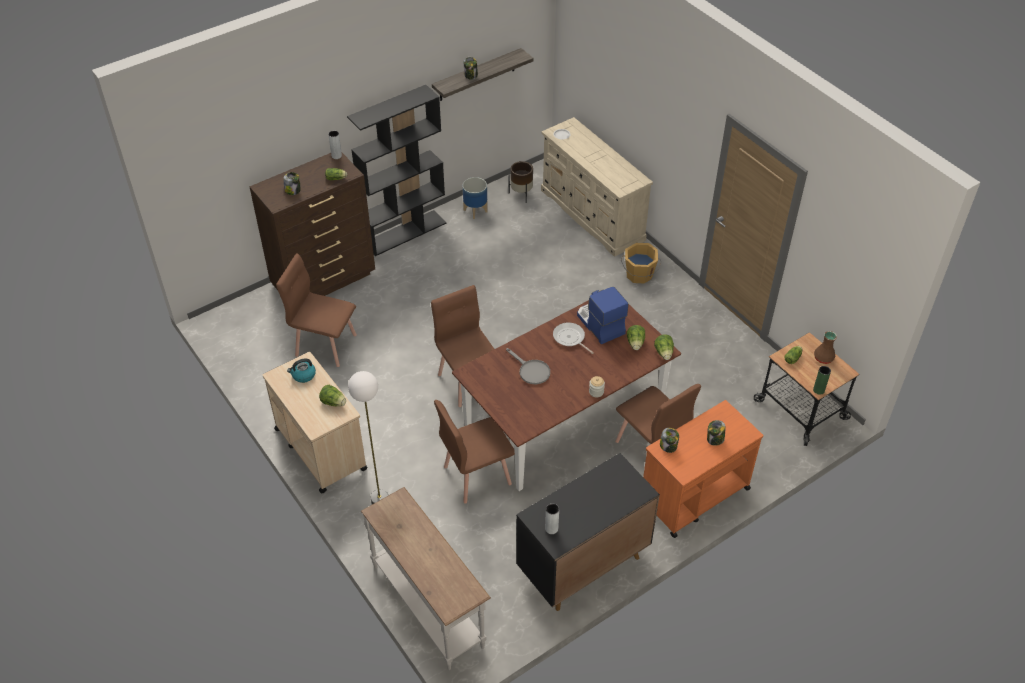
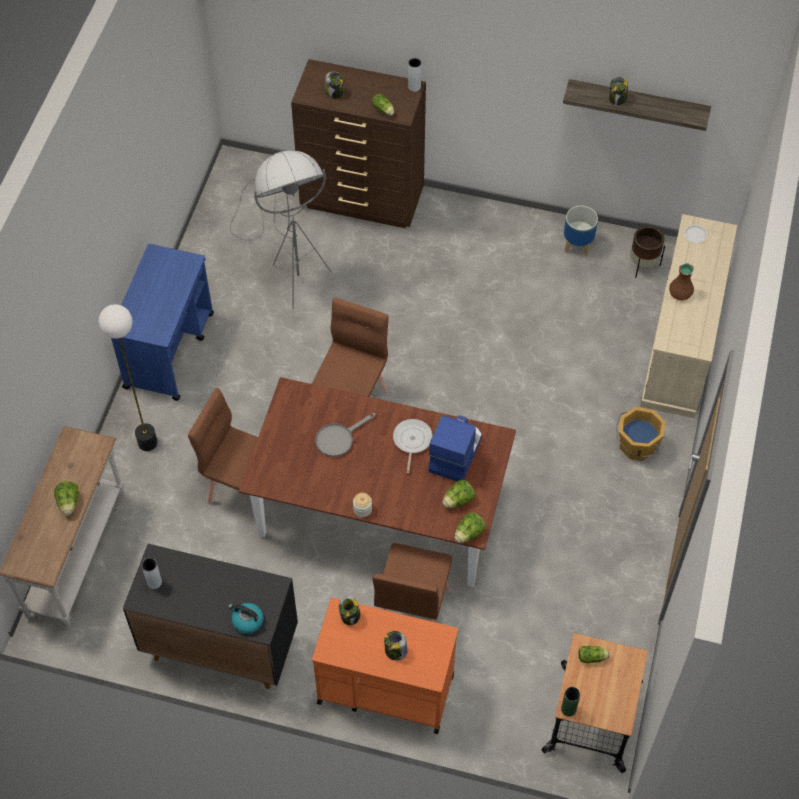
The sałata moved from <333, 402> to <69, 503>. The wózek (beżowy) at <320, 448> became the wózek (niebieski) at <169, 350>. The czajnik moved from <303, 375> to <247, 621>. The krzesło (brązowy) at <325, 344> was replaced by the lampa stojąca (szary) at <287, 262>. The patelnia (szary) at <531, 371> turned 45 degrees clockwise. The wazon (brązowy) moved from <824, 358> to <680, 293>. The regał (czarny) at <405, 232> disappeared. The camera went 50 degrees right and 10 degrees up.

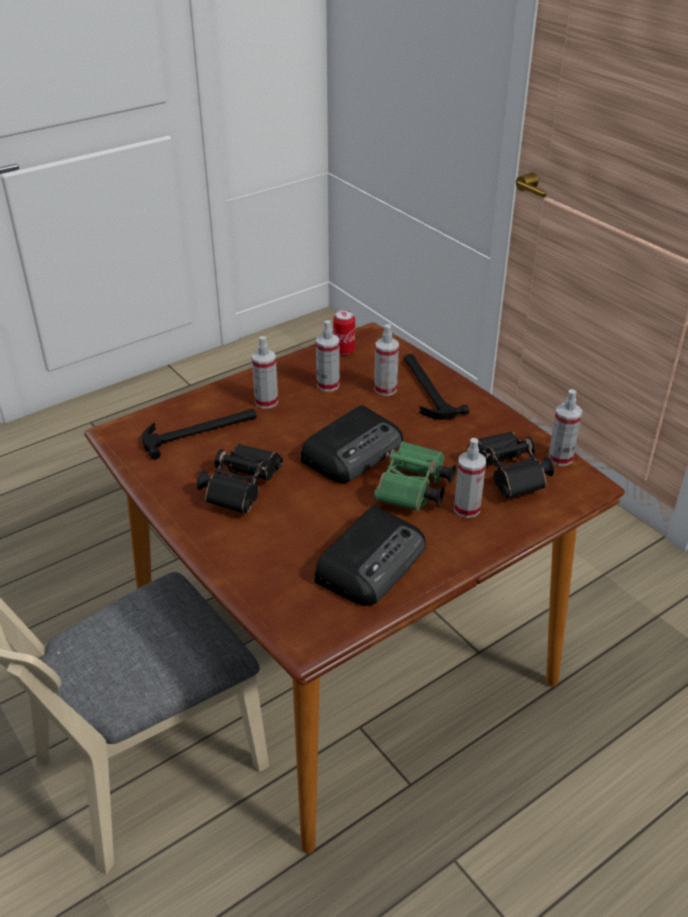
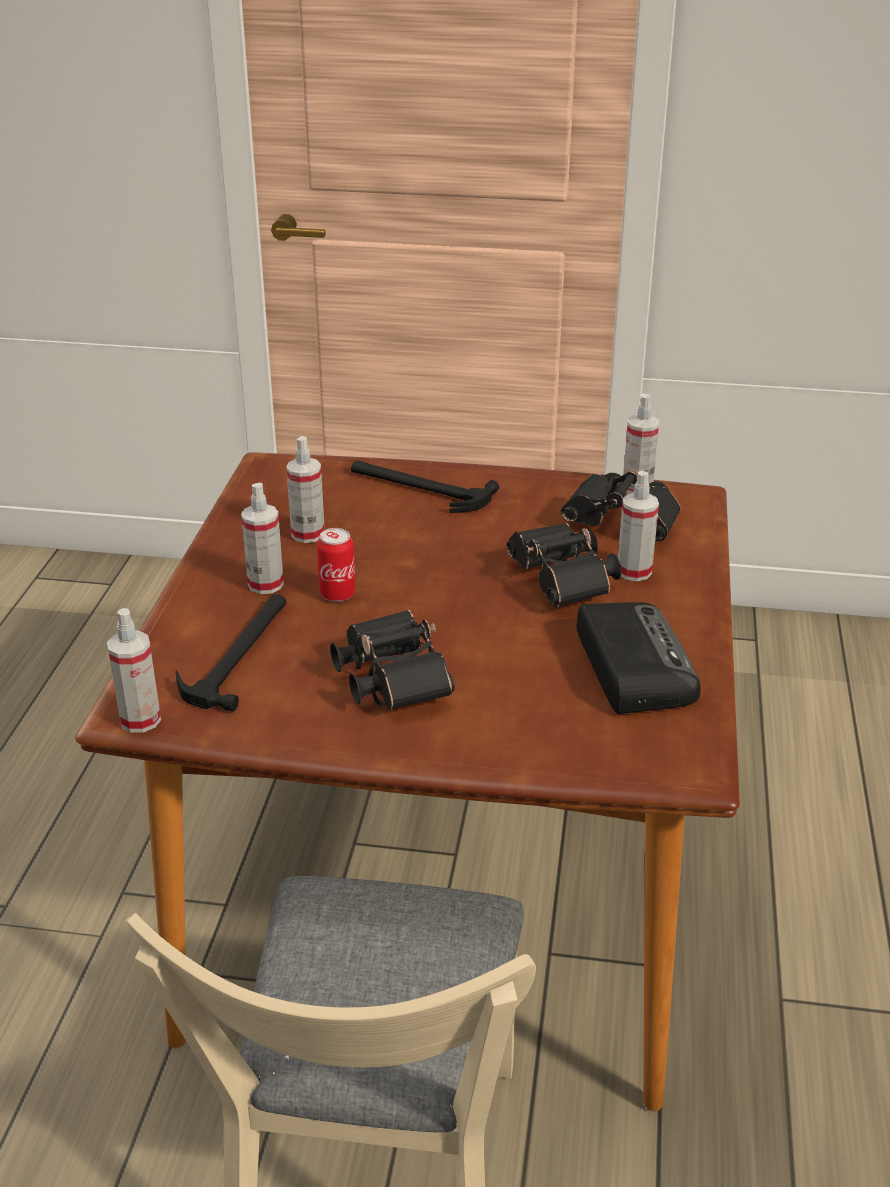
The spryskiwacz moved from <385, 389> to <140, 720>. The puszka moved from <344, 350> to <337, 594>. The lornetka (zielony) at <413, 491> became the lornetka (czarny) at <563, 584>. The radio at <354, 451> disappeared. The camera went 45 degrees left and 5 degrees down.

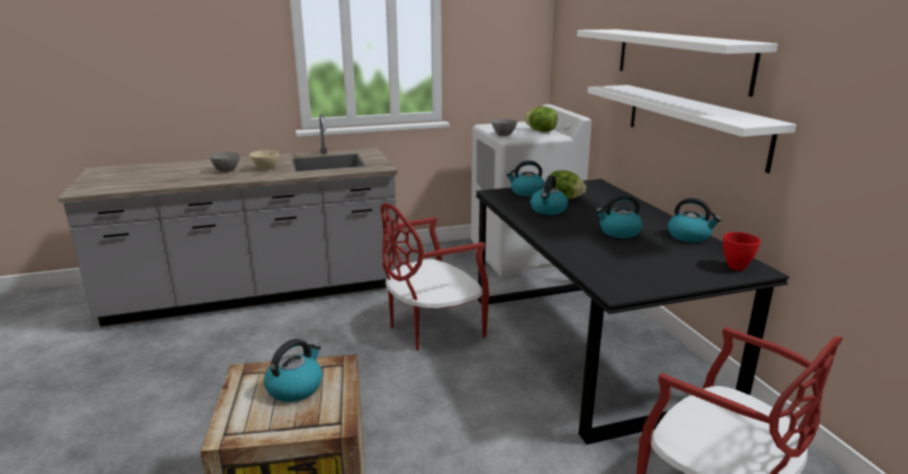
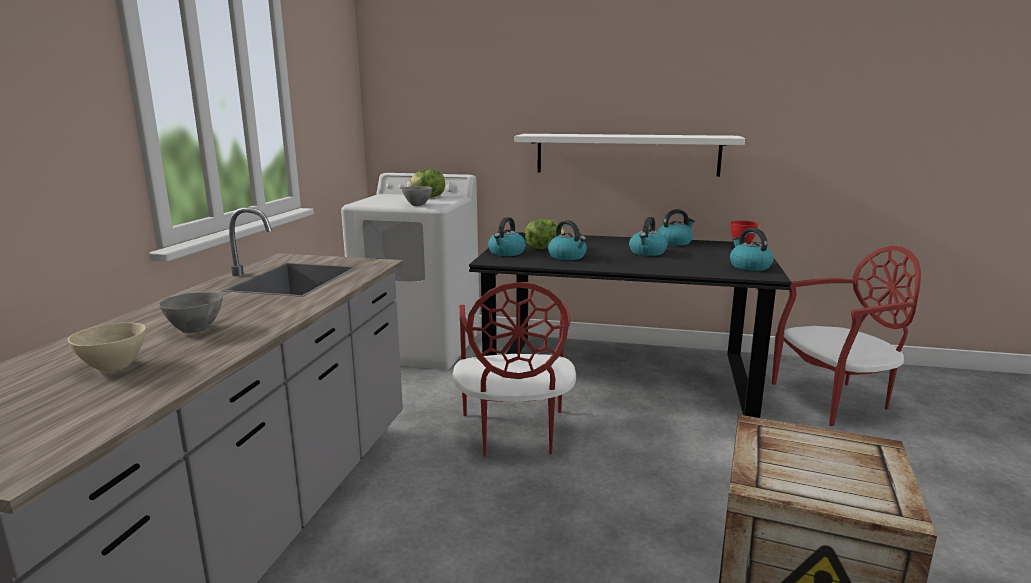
The miska (beżowy) moved from <265, 169> to <114, 367>. The czajnik moved from <295, 387> to <749, 266>. The półka (biały) at <680, 58> disappeared. The camera went 60 degrees left and 5 degrees down.

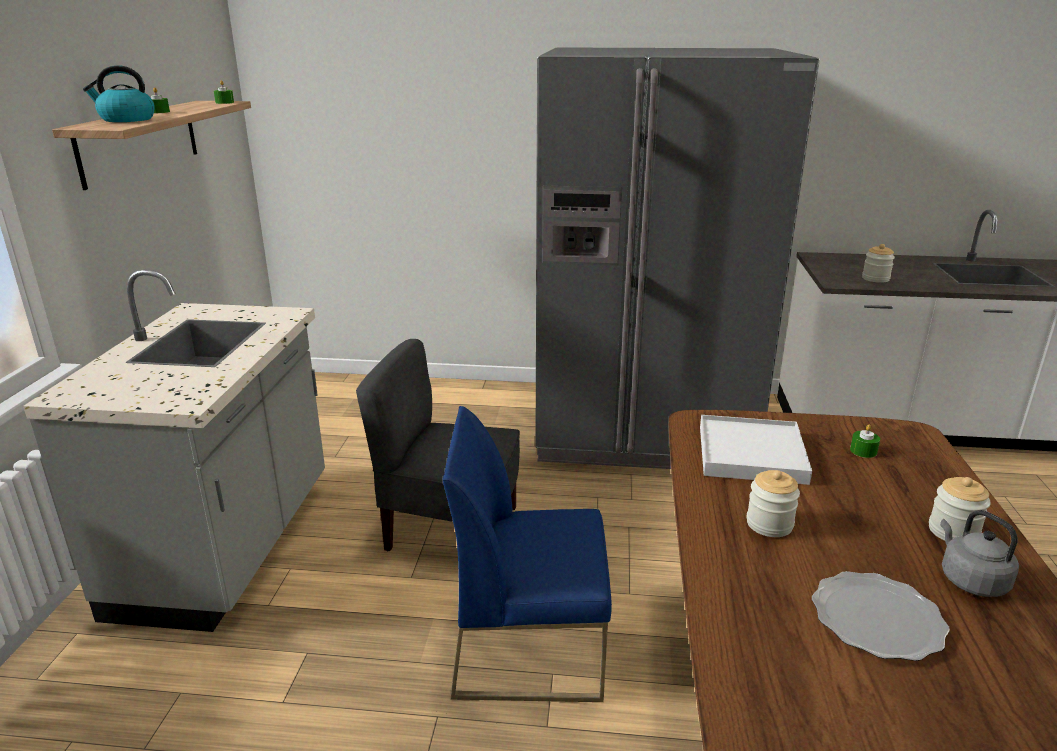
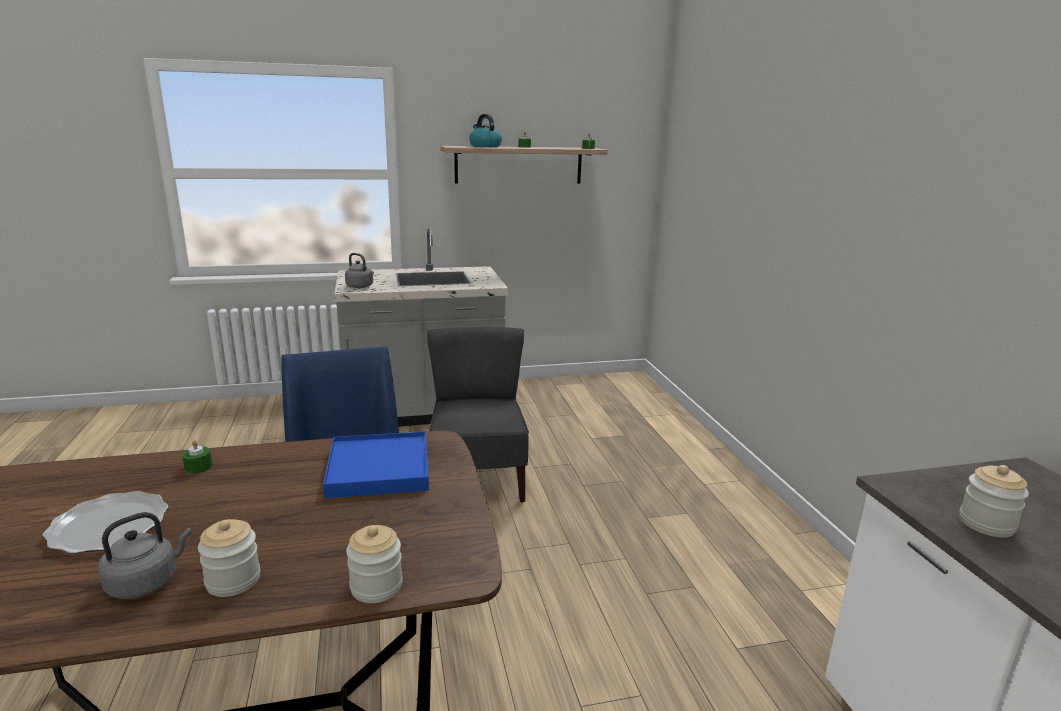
The świeca (zielony) moved from <863, 451> to <198, 467>. The taca (biały) at <751, 454> became the taca (niebieski) at <379, 469>. The czajnik (szary) at <361, 287> appeared. The słoik moved from <769, 524> to <376, 586>. The lodówka (szary) at <642, 427> disappeared. The camera went 70 degrees right and 5 degrees down.

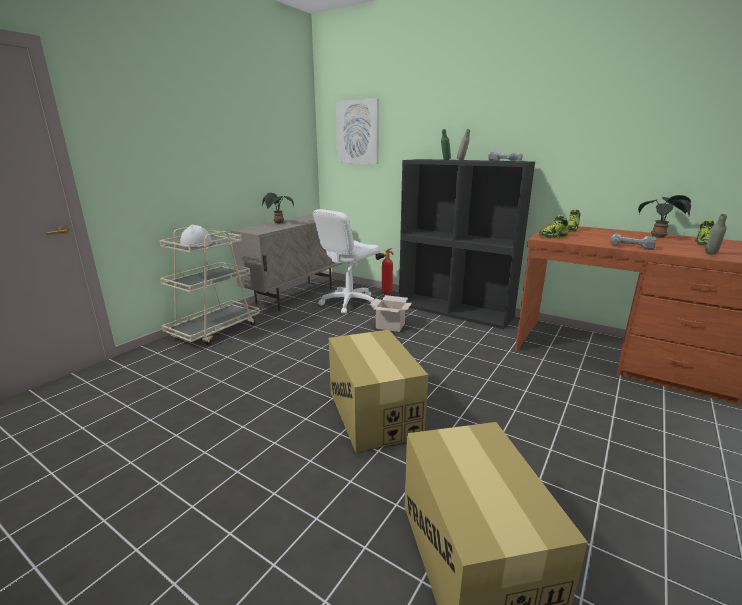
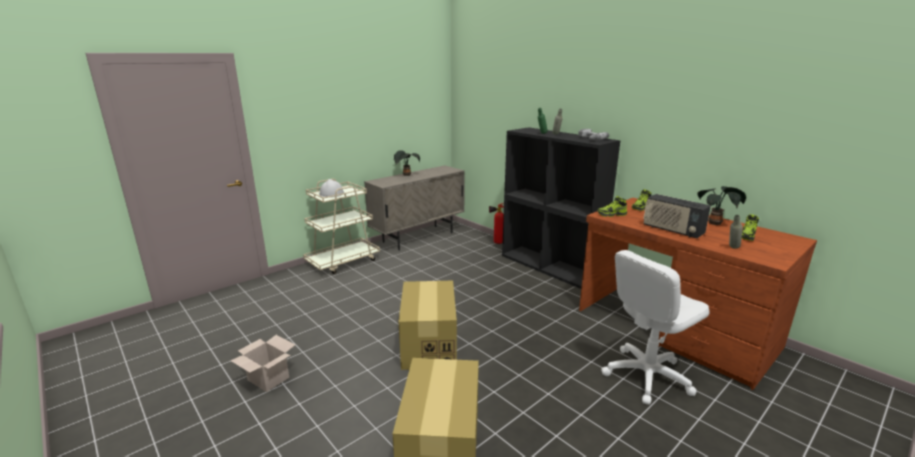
The karton moved from <389, 326> to <267, 378>. The krzesło biurowe (biały) moved from <349, 302> to <646, 375>. The wiertarka at <631, 245> was replaced by the radio at <672, 230>. The obraz at <358, 132> disappeared. The camera went 15 degrees right and 0 degrees up.

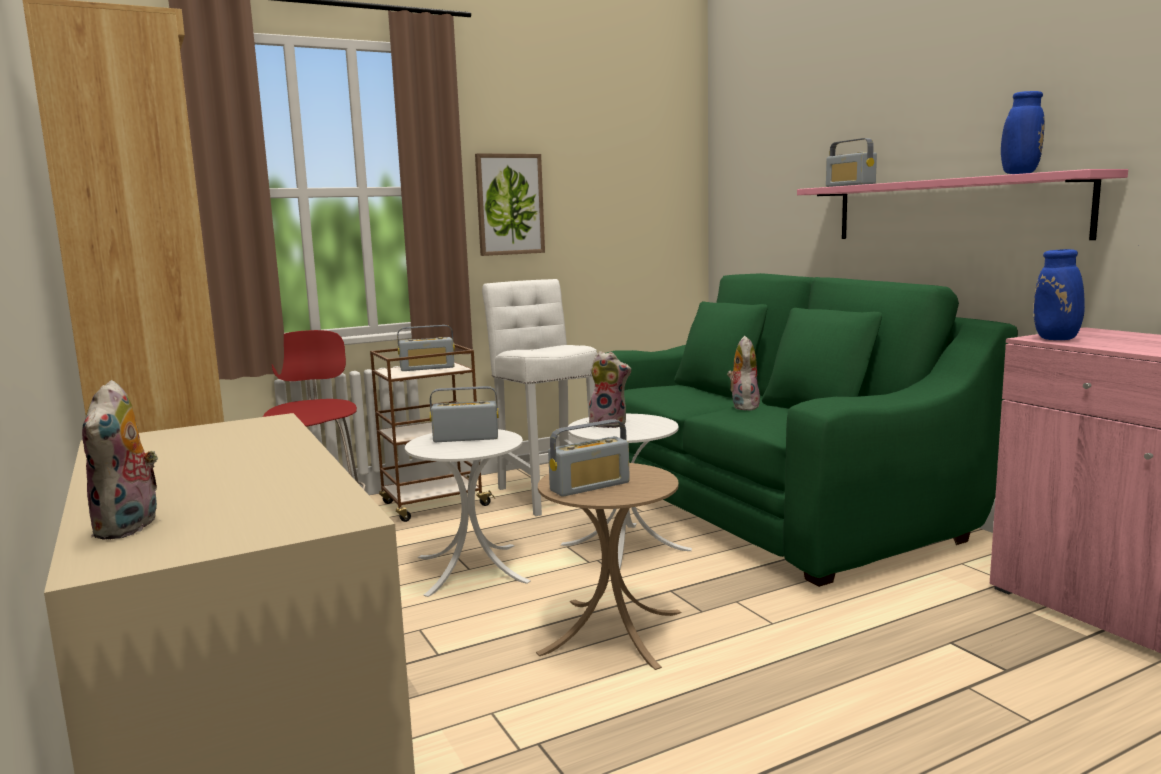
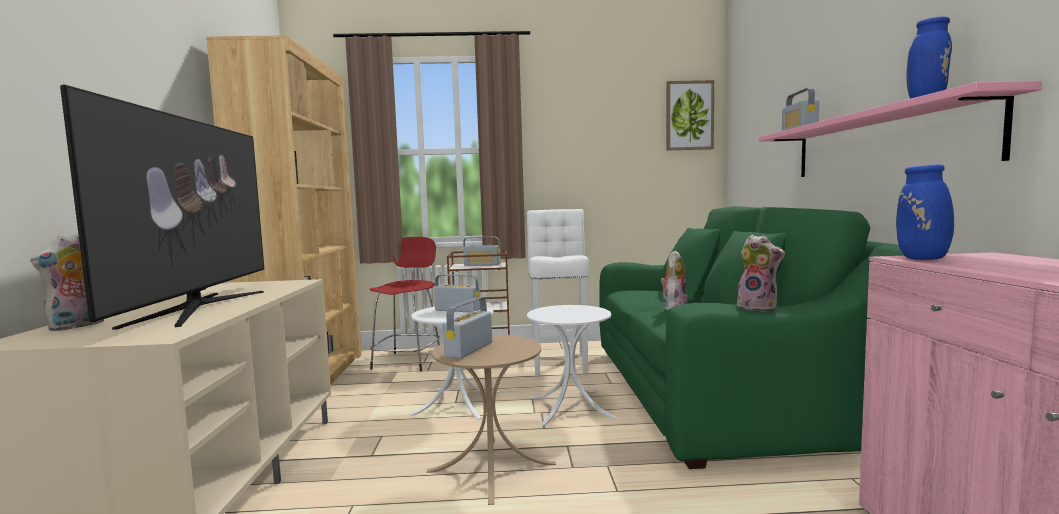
The telewizor at <198, 308> appeared. The radio at <590, 486> turned 120 degrees clockwise. The obraz moved from <509, 204> to <689, 115>. The pluszak moved from <609, 424> to <758, 308>. The camera went 25 degrees right and 5 degrees down.

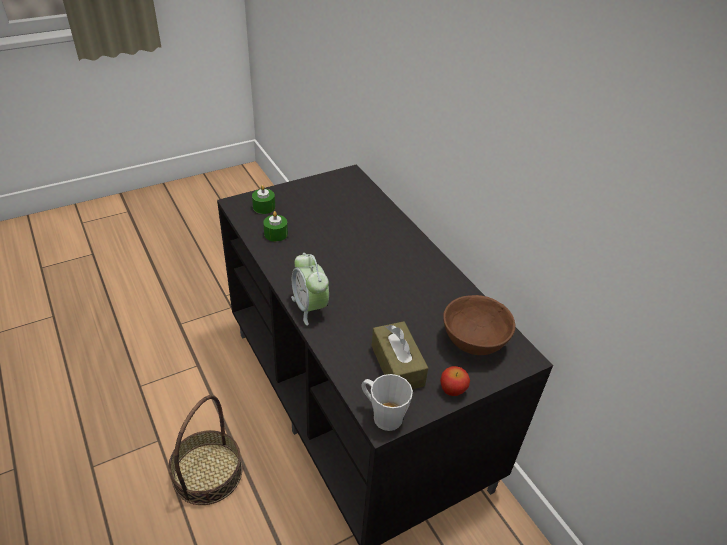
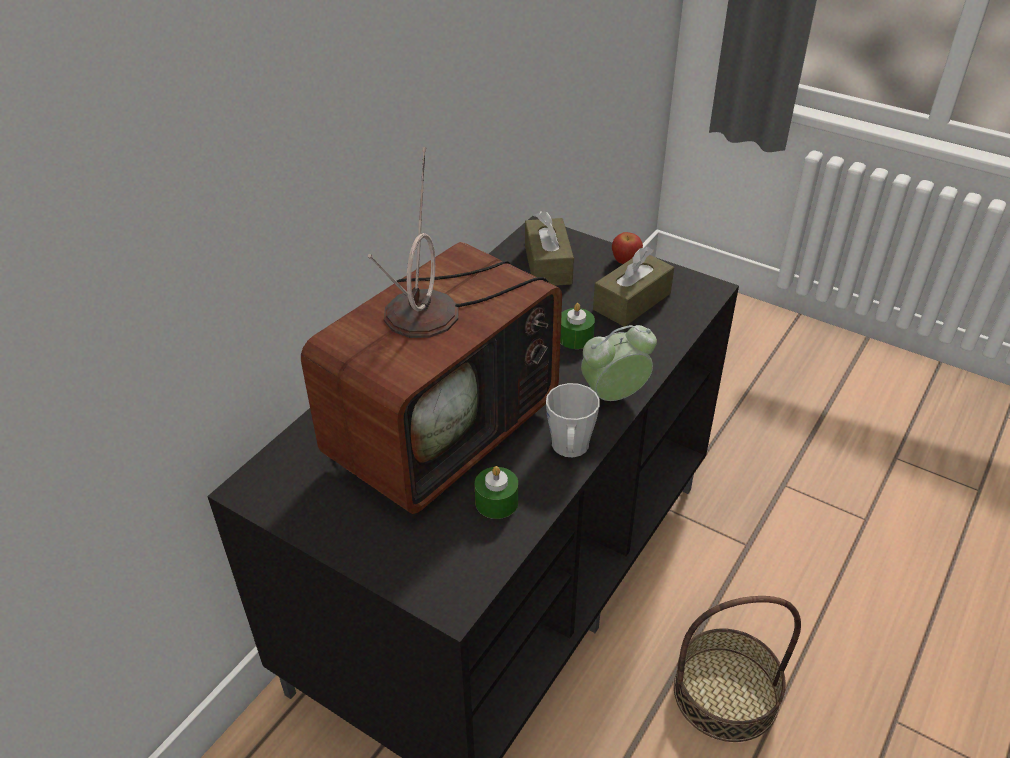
The telewizor at <443, 426> appeared. The miska (brązowy) at <472, 341> was replaced by the pudełko chusteczek (brązowy) at <548, 265>. The kubek (szary) moved from <382, 415> to <570, 449>. The świeca (zielony) moved from <264, 207> to <575, 337>. The budzik at <310, 307> turned 150 degrees counterclockwise. The camera went 115 degrees left and 0 degrees up.

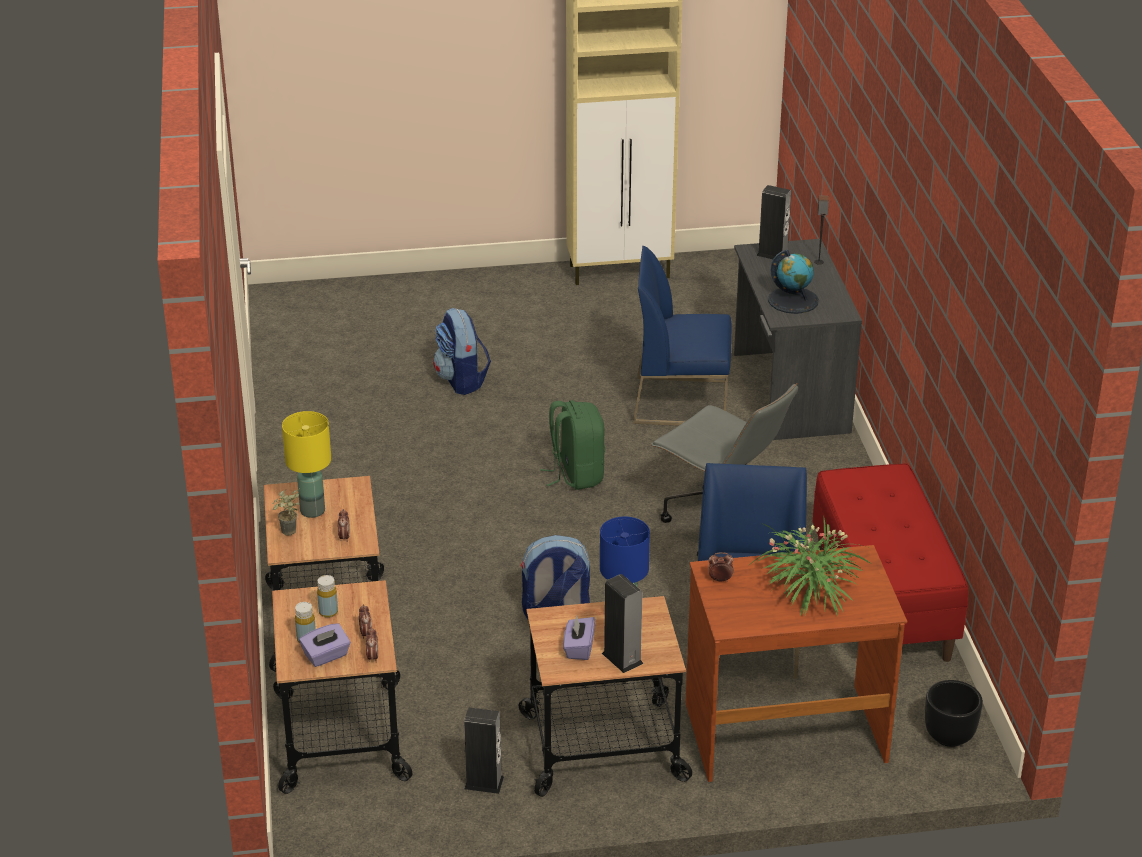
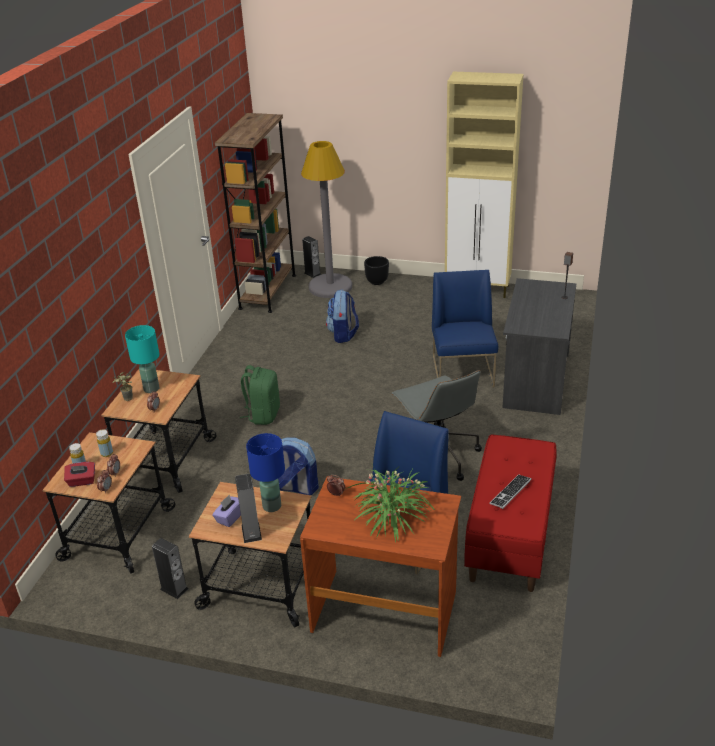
The pudełko chusteczek (fioletowy) at <326, 656> became the pudełko chusteczek (czerwony) at <82, 481>. The lampa stołowa (żółty) at <313, 511> became the lampa stołowa (turkusowy) at <151, 389>. The regał (brązowy) at <268, 291> appeared. The plecak (zielony) moved from <576, 475> to <263, 415>. The lampa stojąca (szary) at <330, 287> appeared. The głośnik moved from <772, 254> to <312, 274>. The donica (czarny) moved from <949, 735> to <377, 281>. The krzesło (niebieski) at <681, 401> turned 60 degrees clockwise. The klawiatura at <510, 492> appeared. The globus at <793, 300> disappeared. The camera went 25 degrees right and 0 degrees up.

